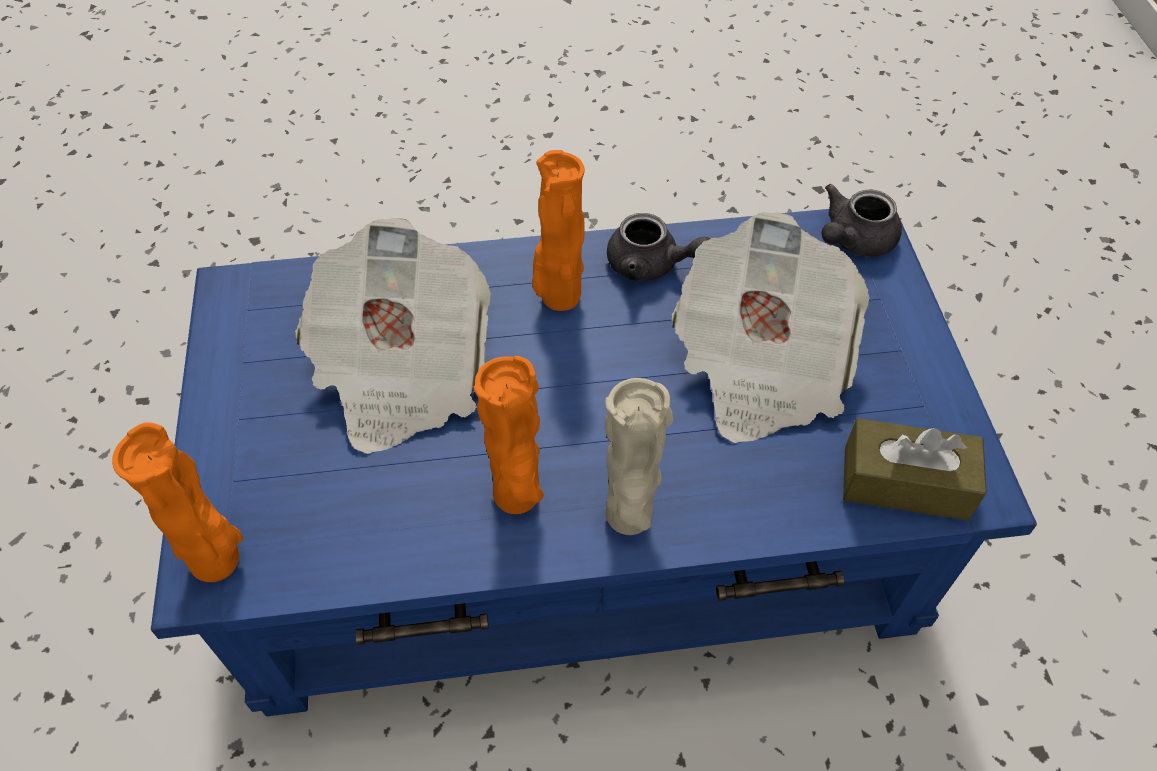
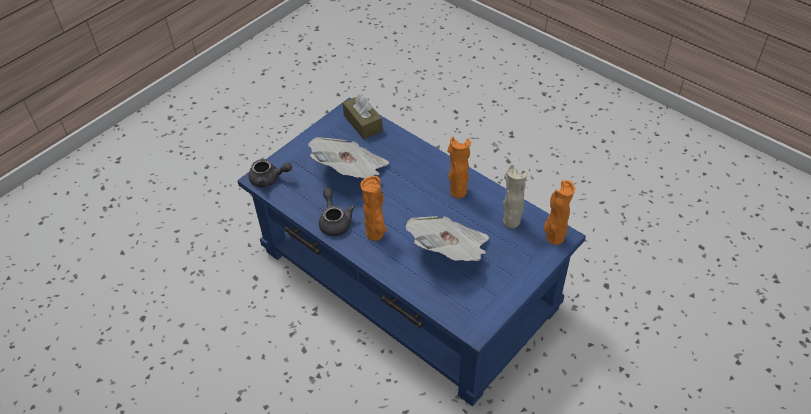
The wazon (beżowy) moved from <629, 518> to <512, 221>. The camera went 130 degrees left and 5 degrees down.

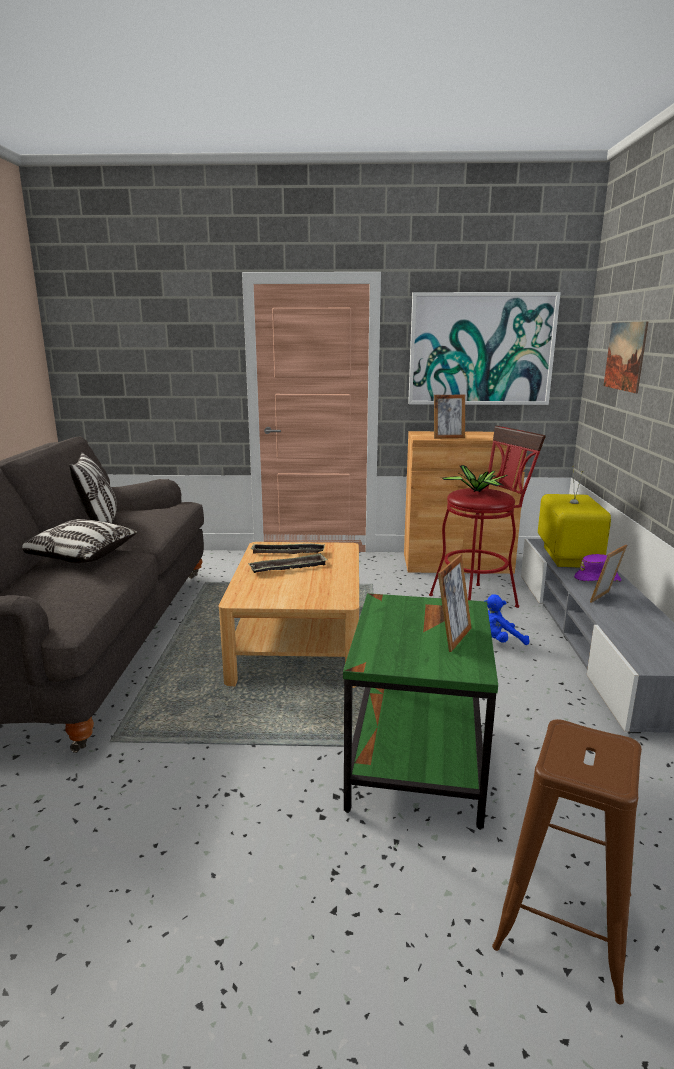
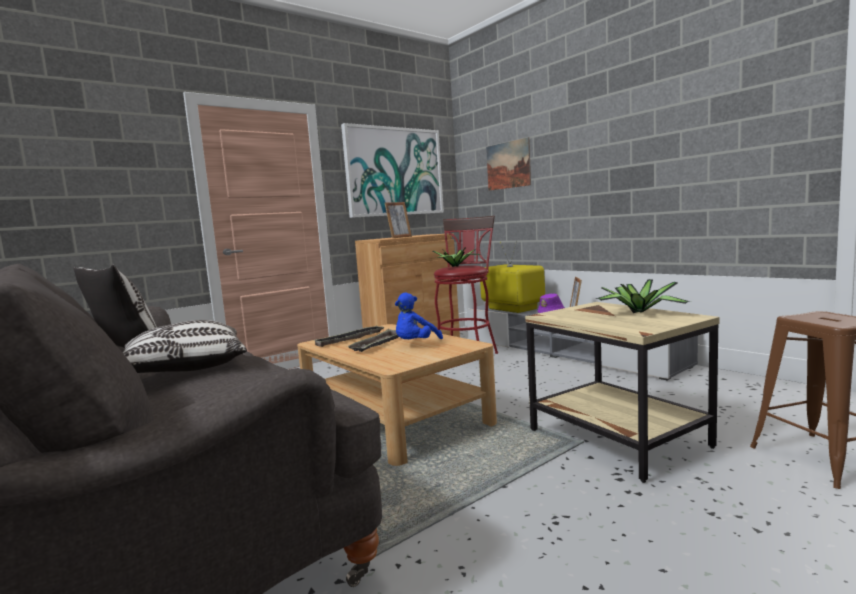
The pluszak (niebieski) moved from <499, 641> to <415, 344>. The stolik (zielony) at <418, 763> became the stolik (beżowy) at <618, 438>. The ramka na zdjęcie at <453, 637> was replaced by the roślina doniczkowa at <637, 313>. The camera went 40 degrees left and 10 degrees down.

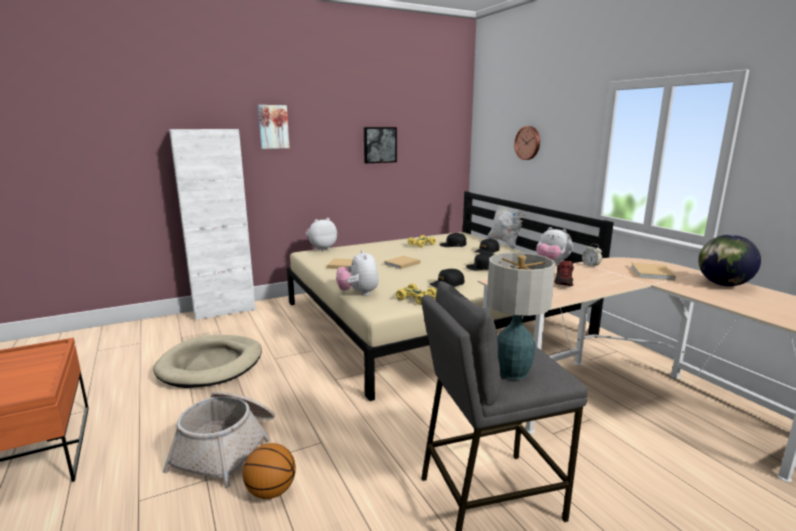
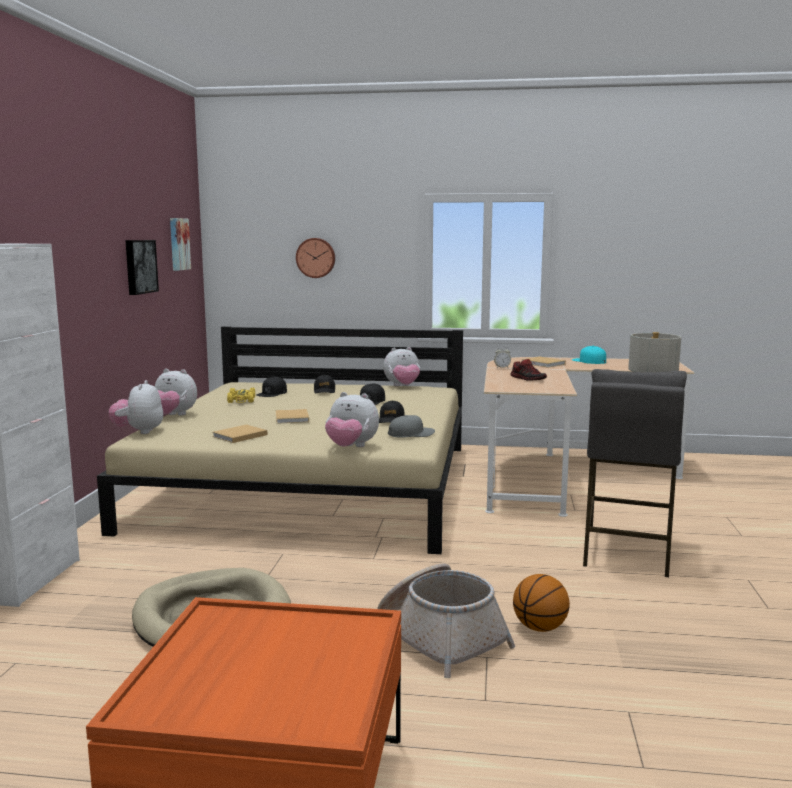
The pluszak at <173, 415> appeared. The obraz moved from <273, 127> to <178, 244>. The samochodzik (żółty) at <417, 299> was replaced by the czapka z daszkiem (szary) at <411, 434>. The globus at <723, 285> was replaced by the czapka z daszkiem (turkusowy) at <589, 361>. The poduszka (biały) at <505, 243> disappeared. The camera went 55 degrees left and 5 degrees down.

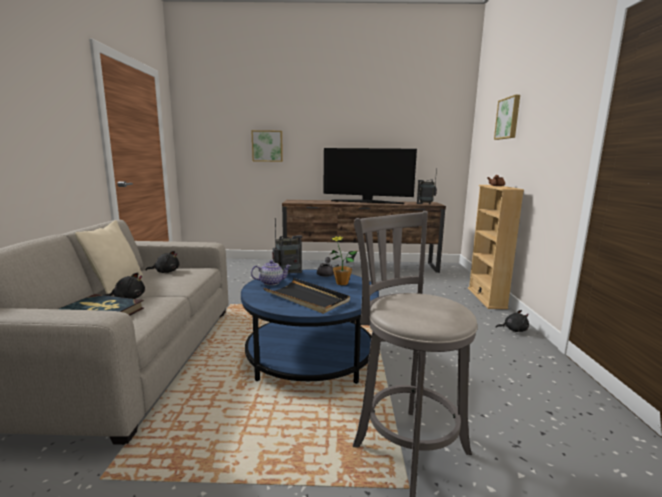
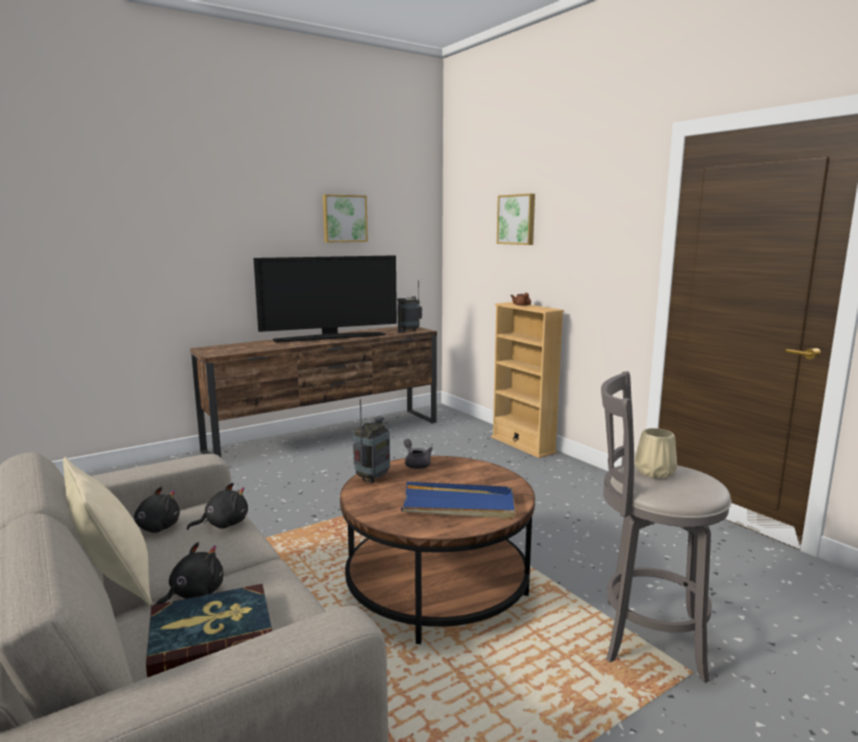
The pluszak (czarny) moved from <513, 330> to <223, 524>. The obraz moved from <267, 146> to <344, 218>. The ława (niebieski) at <310, 356> became the ława (brązowy) at <436, 586>. The taca (czarny) at <307, 298> became the taca (niebieski) at <458, 505>. The wazon (beżowy) at <654, 472> appeared. The imbryk at <271, 282> disappeared. The roślina doniczkowa at <342, 283> disappeared. The camera went 35 degrees left and 0 degrees up.

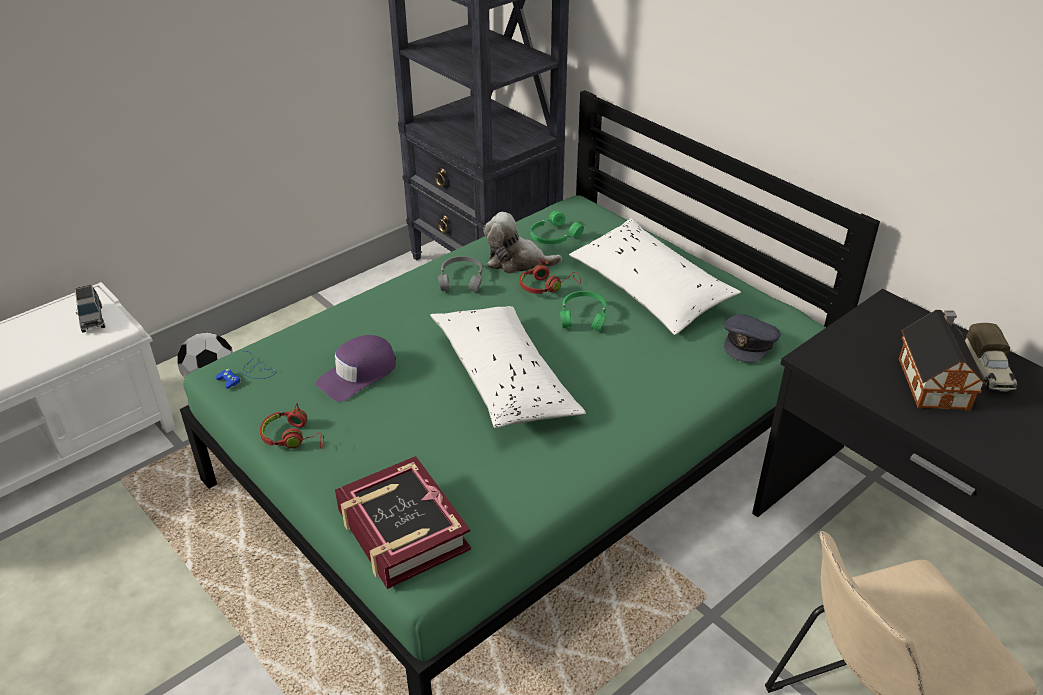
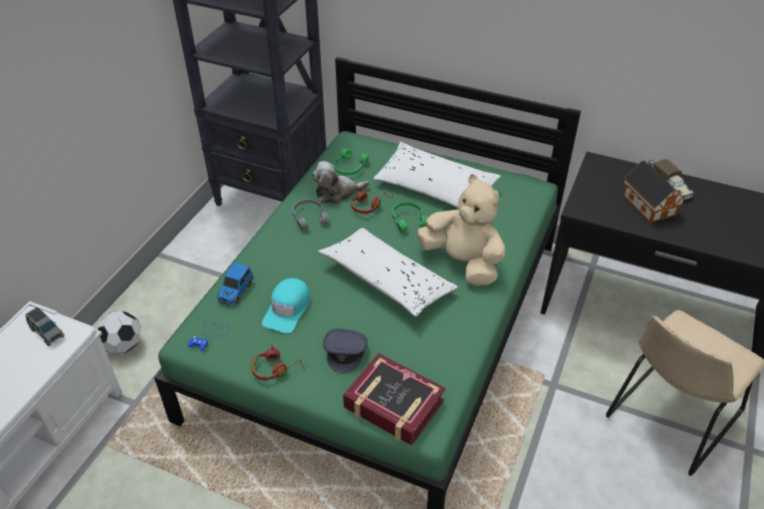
The samochodzik at <235, 291> appeared. The czapka z daszkiem (fioletowy) at <358, 375> became the czapka z daszkiem (turkusowy) at <287, 309>. The czapka z daszkiem (szary) moved from <749, 342> to <345, 352>. The pluszak (beżowy) at <463, 262> appeared. The camera went 25 degrees left and 5 degrees up.

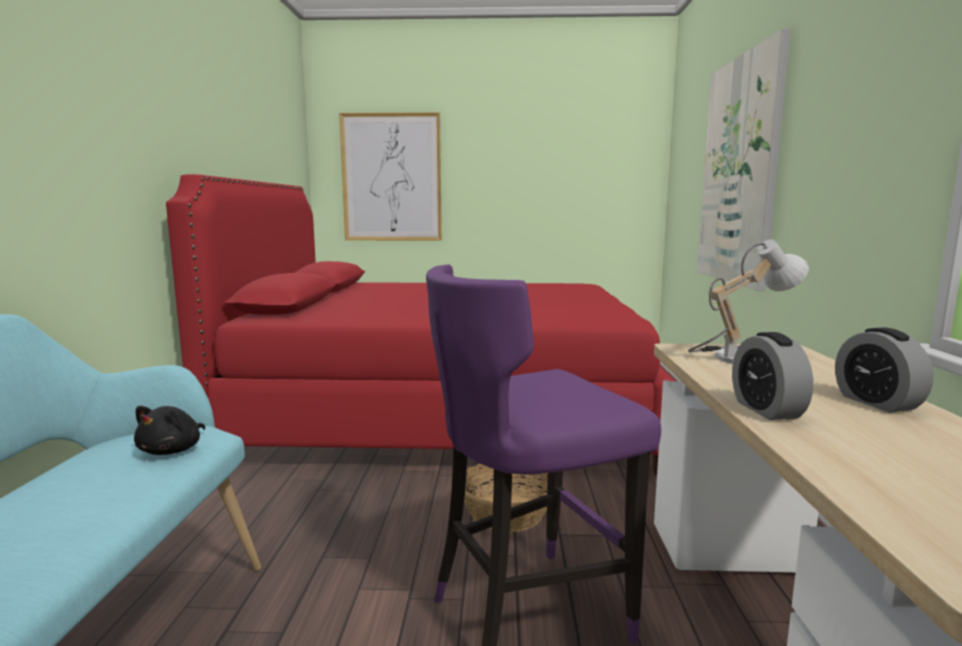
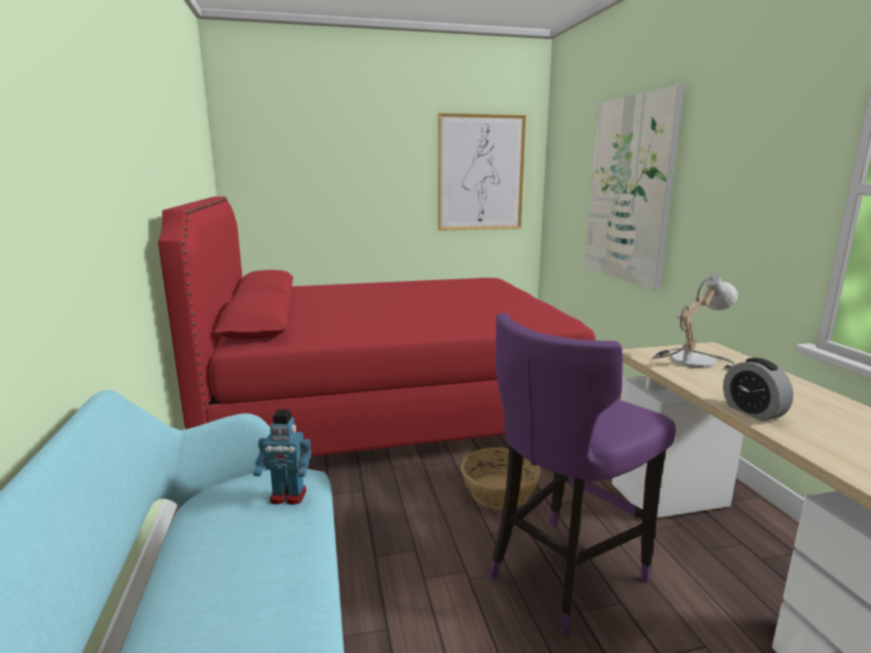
The pluszak (czarny) at <173, 450> was replaced by the robot zabawkowy at <288, 496>. The obraz moved from <391, 178> to <481, 173>. The budzik at <876, 403> disappeared. The camera went 15 degrees left and 5 degrees up.

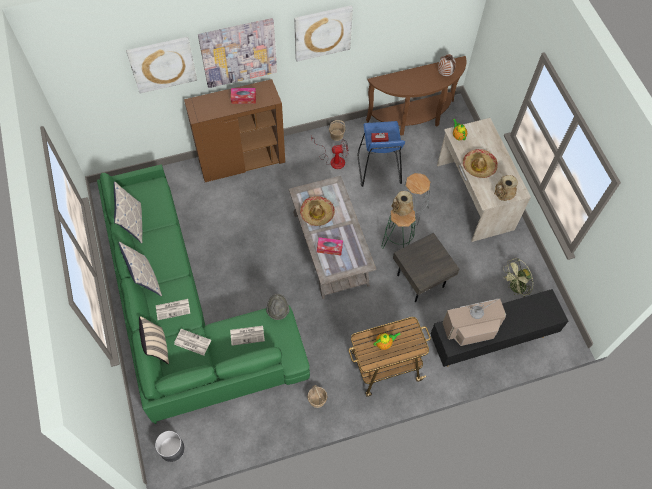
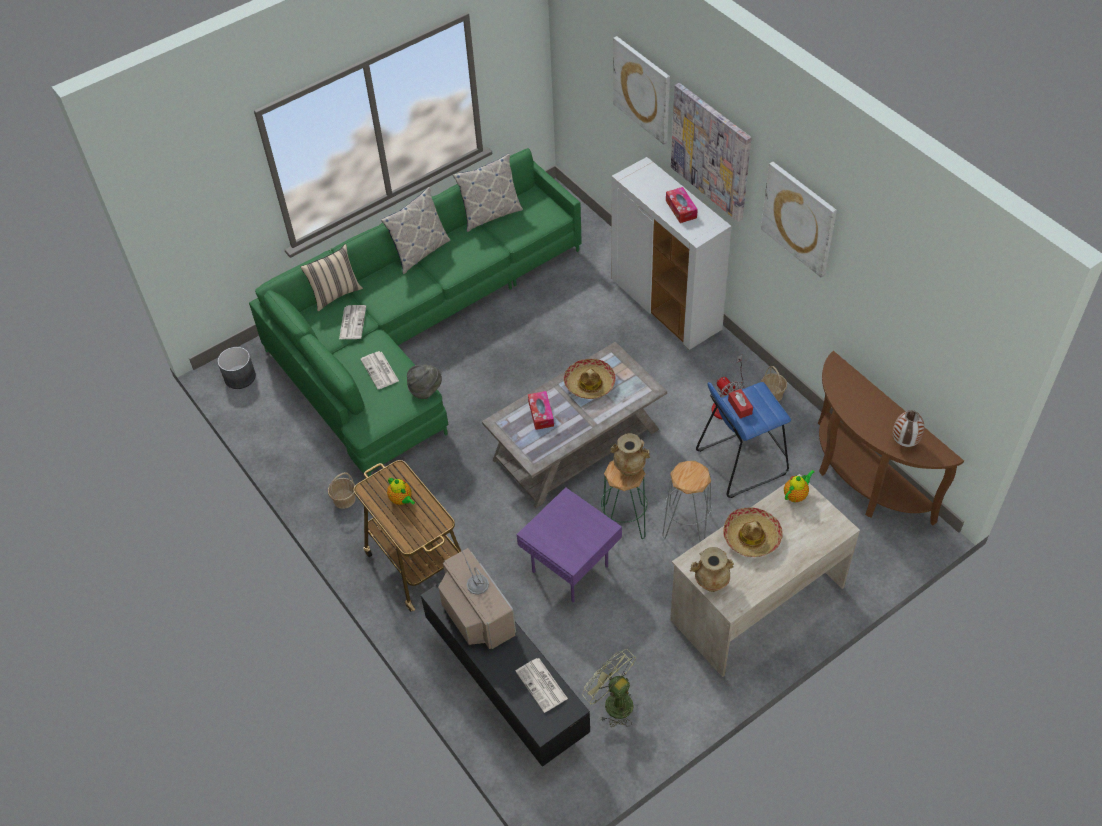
The gazeta moved from <173, 309> to <542, 685>. The stolik (szary) at <420, 279> became the stolik (fioletowy) at <572, 568>. The szafka (brązowy) at <242, 161> became the szafka (biały) at <666, 305>. The camera went 75 degrees right and 10 degrees down.

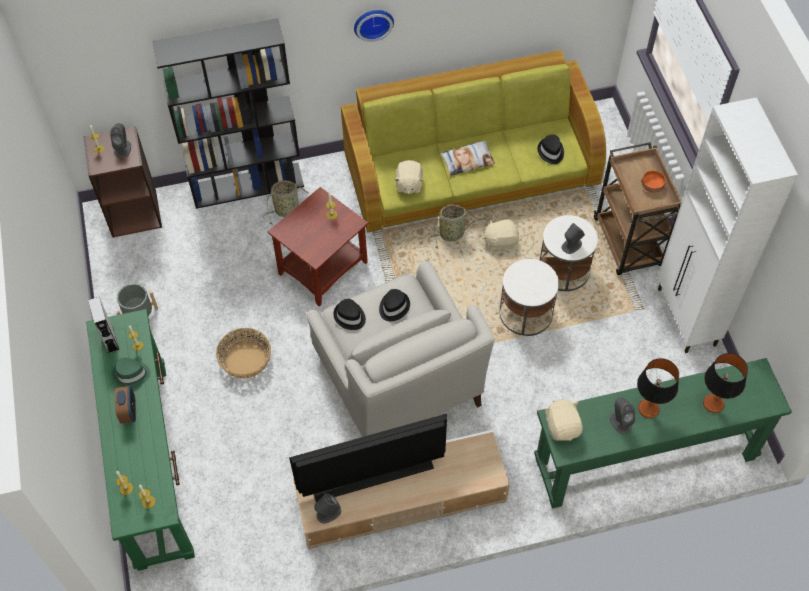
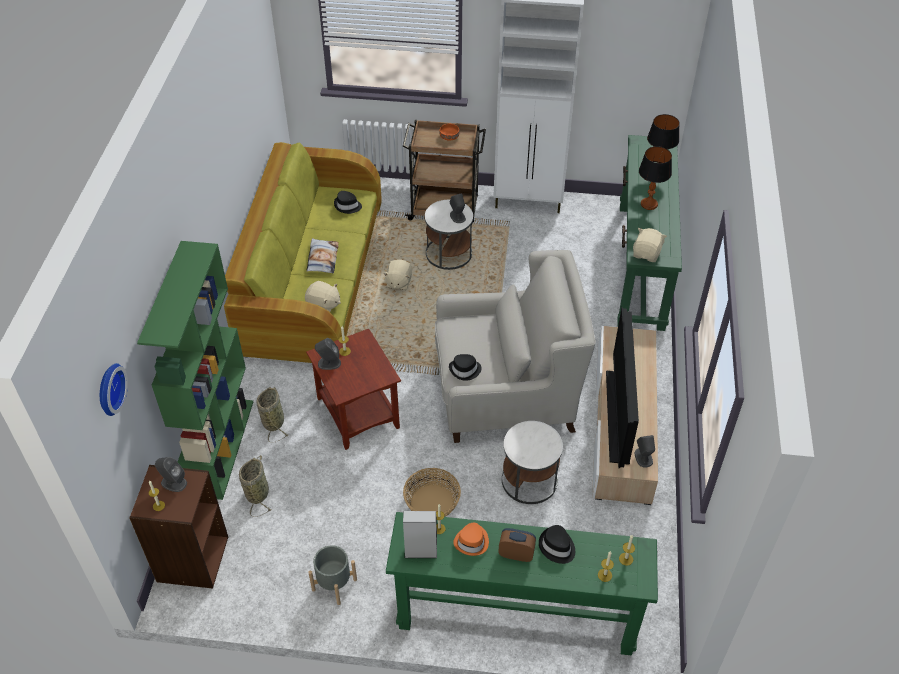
The zegar ścienny moved from <373, 22> to <108, 389>. The regał (czarny) at <248, 185> became the regał (zielony) at <221, 446>. The koszyk moved from <453, 234> to <257, 492>. The głośnik (szary) moved from <620, 421> to <329, 363>. The kapelusz (zielony) at <131, 374> became the kapelusz (pomarańczowy) at <472, 542>. The stolik (biały) moved from <526, 313> to <530, 480>. The kapelusz (czarny) moved from <393, 307> to <557, 547>. The pluszak (beżowy) at <562, 426> turned 105 degrees clockwise. The camera went 70 degrees left and 10 degrees down.

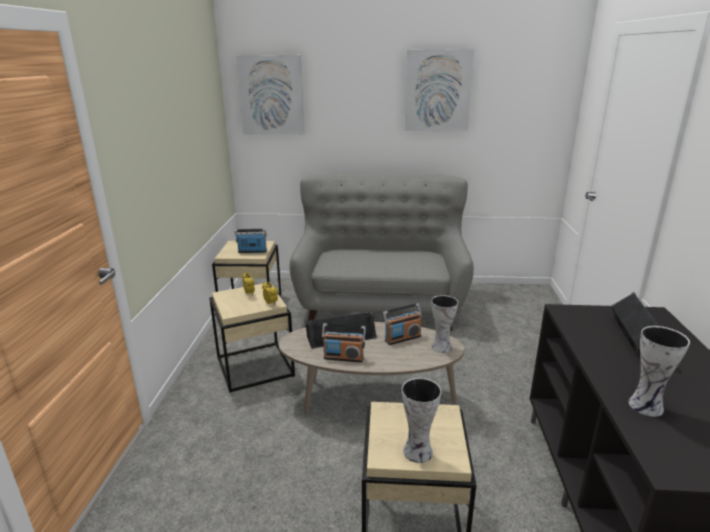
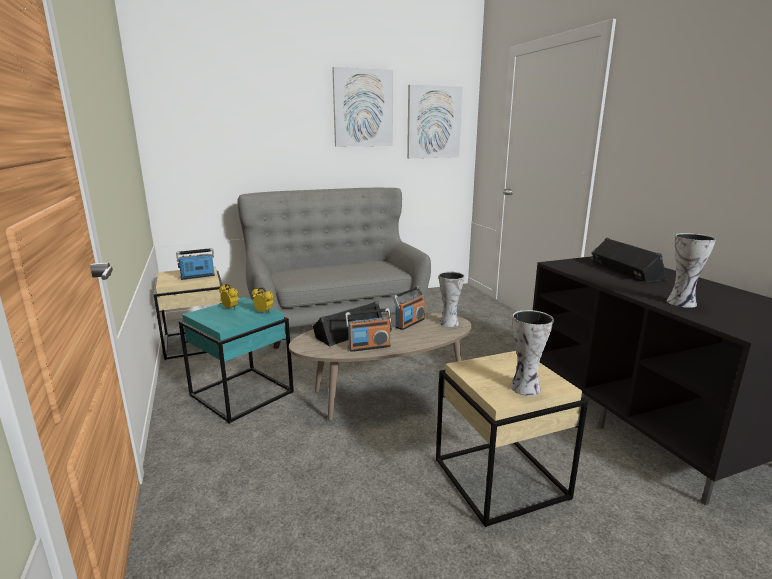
The stolik (beżowy) at <254, 366> became the stolik (turkusowy) at <240, 394>. The obraz moved from <271, 95> to <433, 122>. The camera went 25 degrees left and 5 degrees down.

